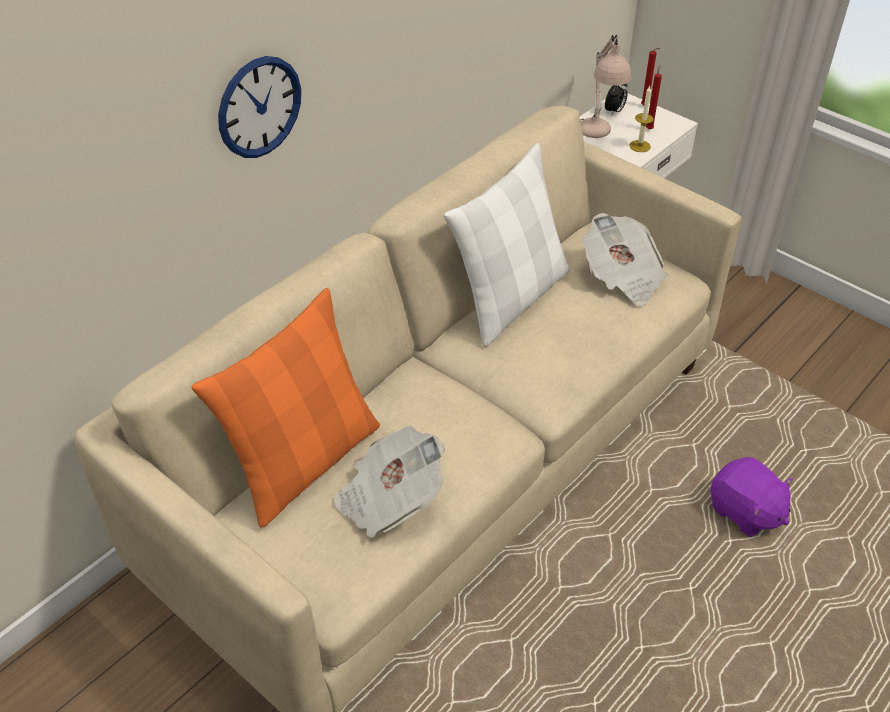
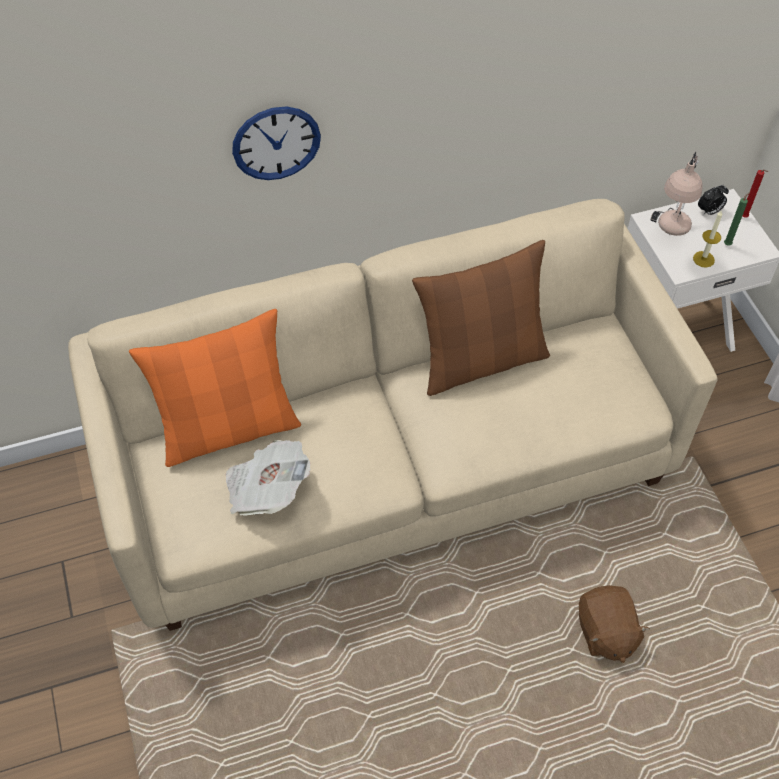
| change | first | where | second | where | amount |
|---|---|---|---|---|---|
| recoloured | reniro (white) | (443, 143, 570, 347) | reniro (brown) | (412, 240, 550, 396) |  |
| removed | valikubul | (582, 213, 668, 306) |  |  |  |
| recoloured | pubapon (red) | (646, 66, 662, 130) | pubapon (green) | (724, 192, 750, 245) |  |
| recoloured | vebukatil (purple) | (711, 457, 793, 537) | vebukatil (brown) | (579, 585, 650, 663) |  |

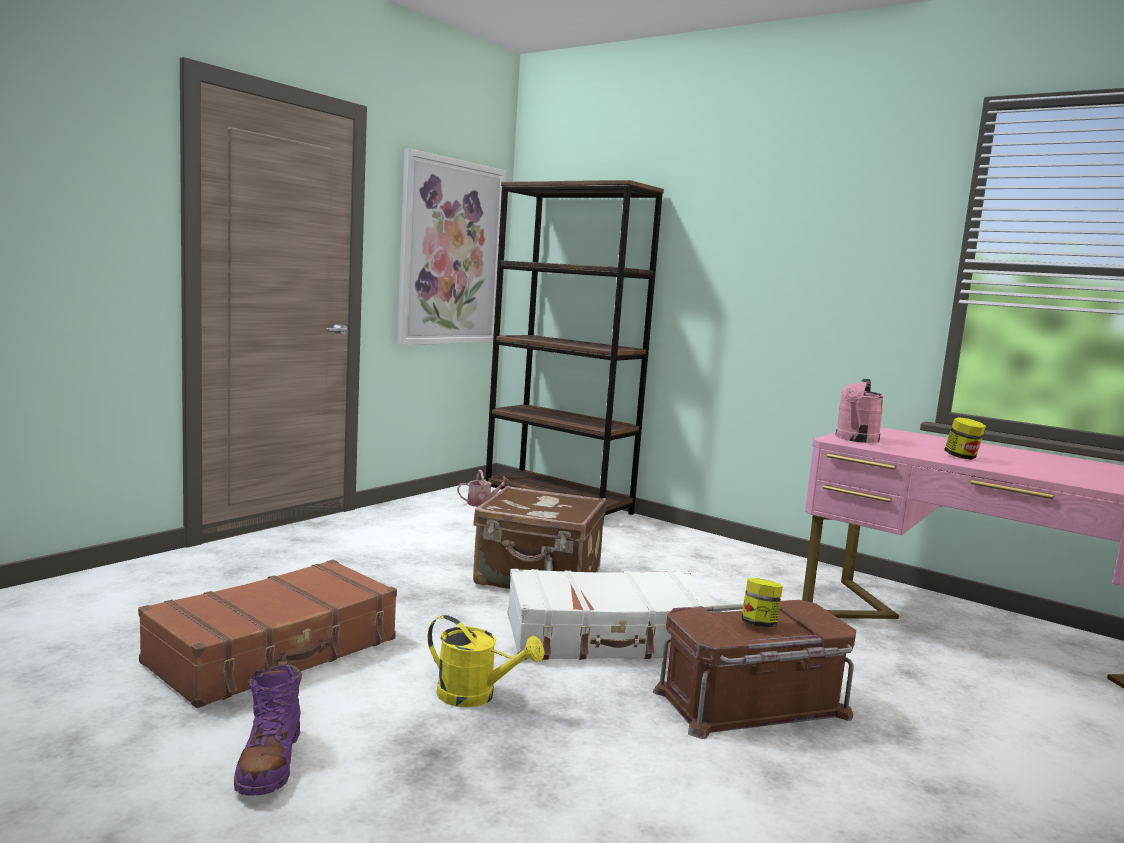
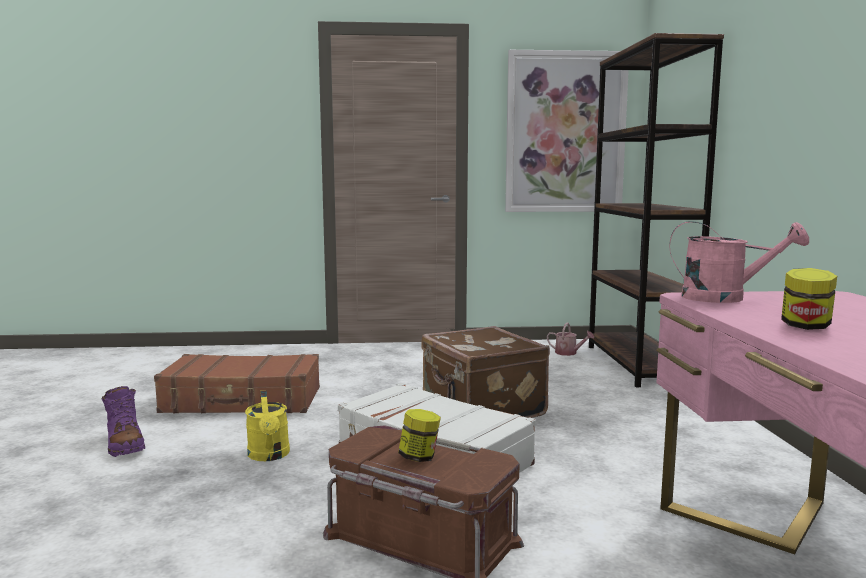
| change | first | where | second | where | amount |
|---|---|---|---|---|---|
| turned | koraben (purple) | (234, 660, 302, 796) |  | (102, 386, 145, 457) | 75 degrees counterclockwise |
| turned | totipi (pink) | (835, 379, 884, 443) |  | (669, 221, 809, 303) | 150 degrees counterclockwise |

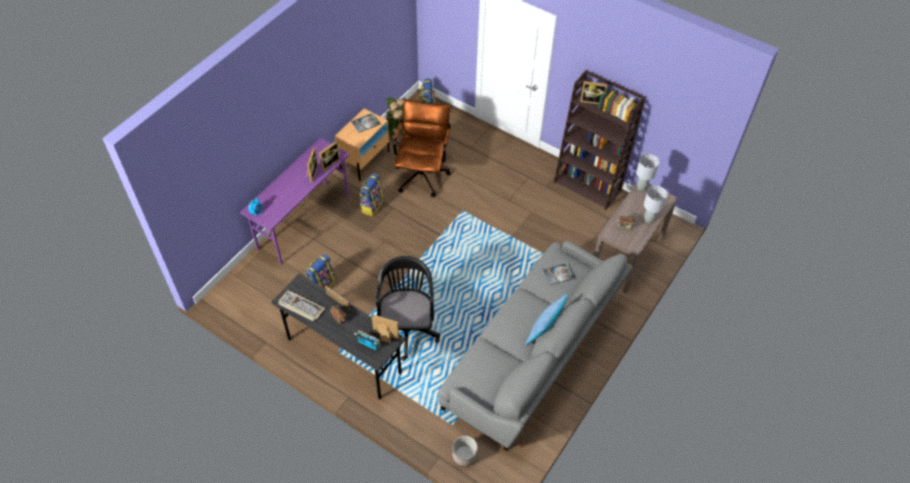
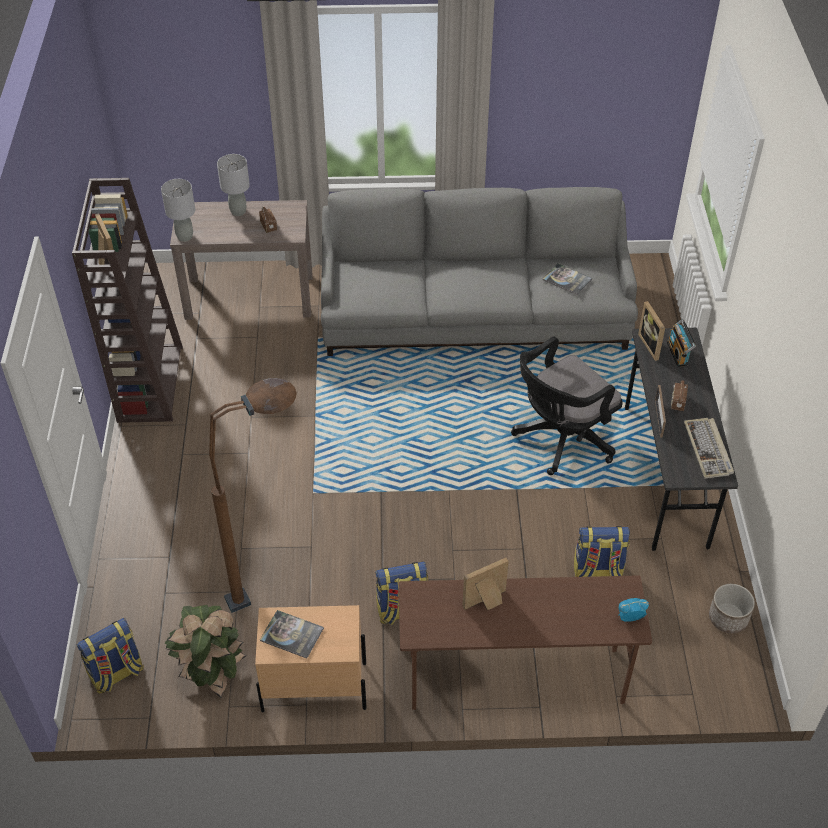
| change | first | where | second | where | amount |
|---|---|---|---|---|---|
| recoloured | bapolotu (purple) | (240, 138, 349, 264) | bapolotu (brown) | (398, 575, 652, 710) |  |
| removed | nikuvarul | (319, 140, 340, 172) |  |  |  |
| replaced | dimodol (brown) | (393, 100, 451, 197) | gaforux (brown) | (209, 378, 297, 613) |  |
| moved | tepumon | (452, 436, 478, 467) |  | (709, 584, 755, 633) |  |
| removed | reniro | (525, 294, 568, 345) |  |  |  |
| moved | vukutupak | (543, 263, 575, 285) |  | (543, 263, 592, 295) |  |

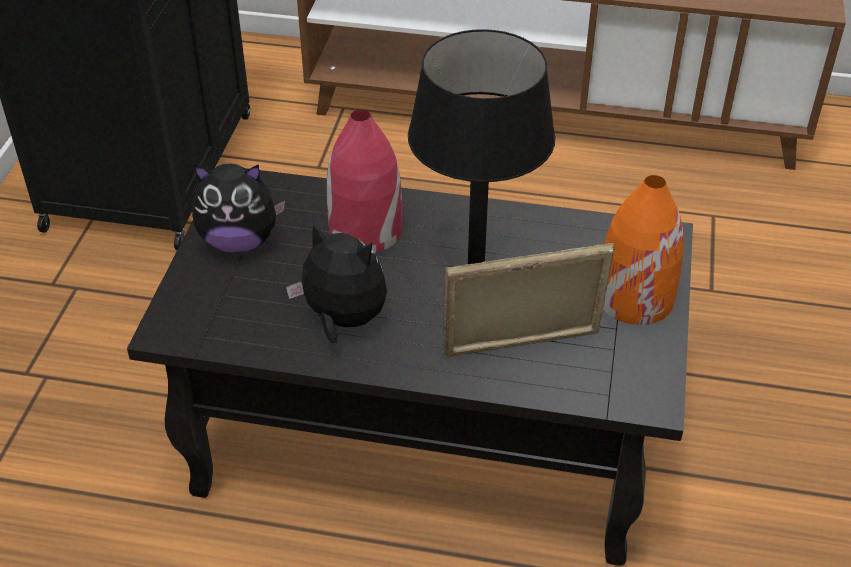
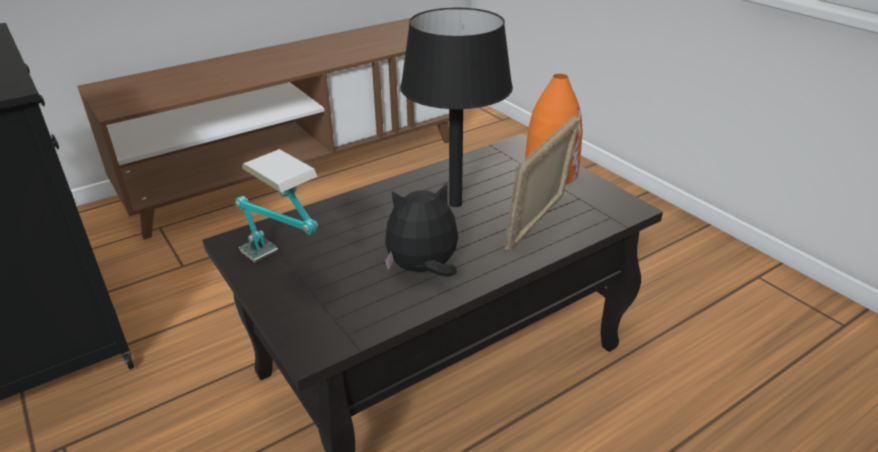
| change | first | where | second | where | amount |
|---|---|---|---|---|---|
| replaced | vebukatil | (192, 164, 285, 253) | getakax | (235, 149, 318, 262) |  |
| removed | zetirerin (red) | (327, 110, 402, 253) |  |  |  |

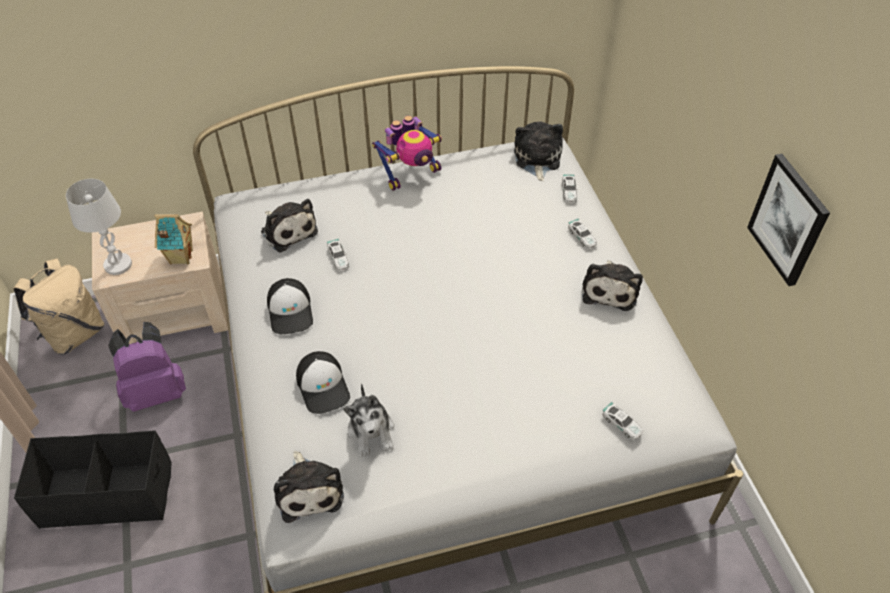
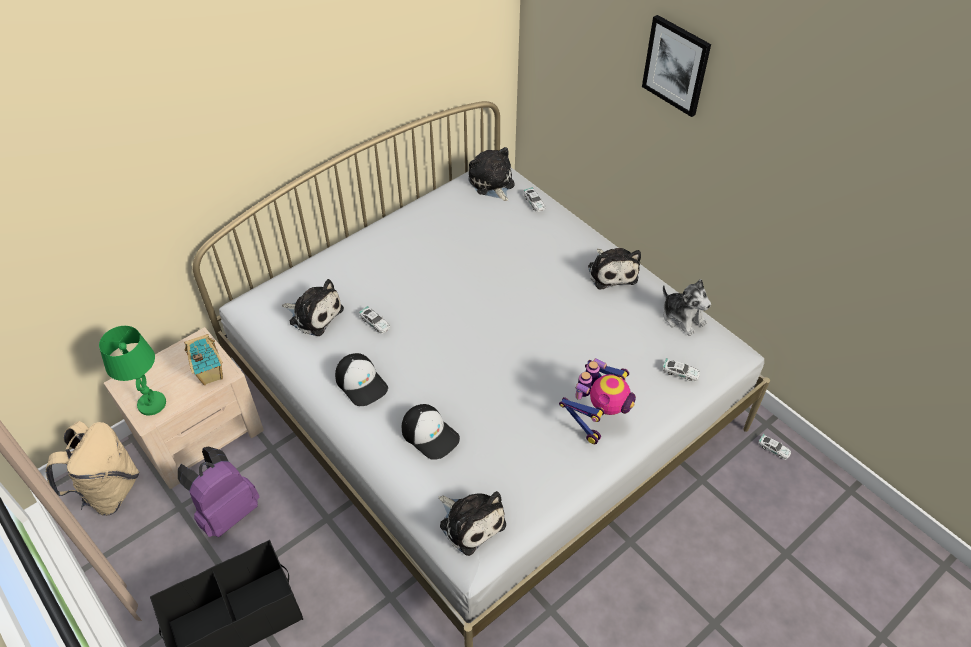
| change | first | where | second | where | amount |
|---|---|---|---|---|---|
| recoloured | getakax (white) | (66, 179, 132, 275) | getakax (green) | (99, 326, 166, 415) |  |
| moved | vebukatil | (343, 384, 394, 457) |  | (663, 279, 711, 336) |  |
| moved | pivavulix | (372, 116, 442, 191) |  | (559, 358, 636, 444) |  |
| moved | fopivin | (568, 218, 597, 249) |  | (758, 434, 791, 460) |  |
| moved | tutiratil | (747, 154, 830, 286) |  | (642, 15, 711, 117) |  |

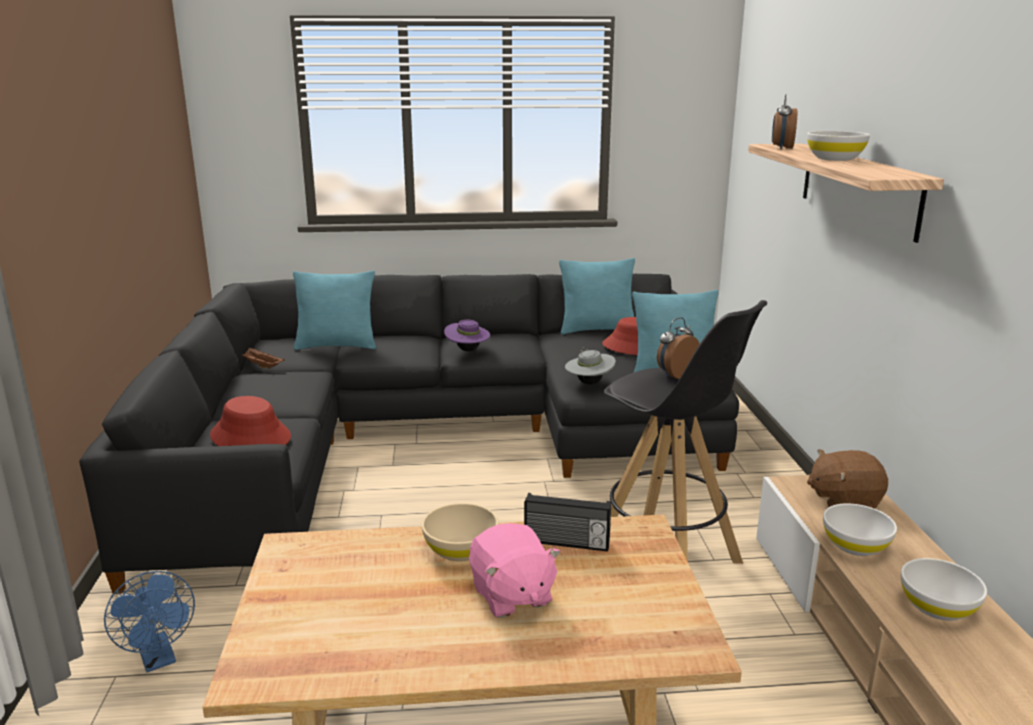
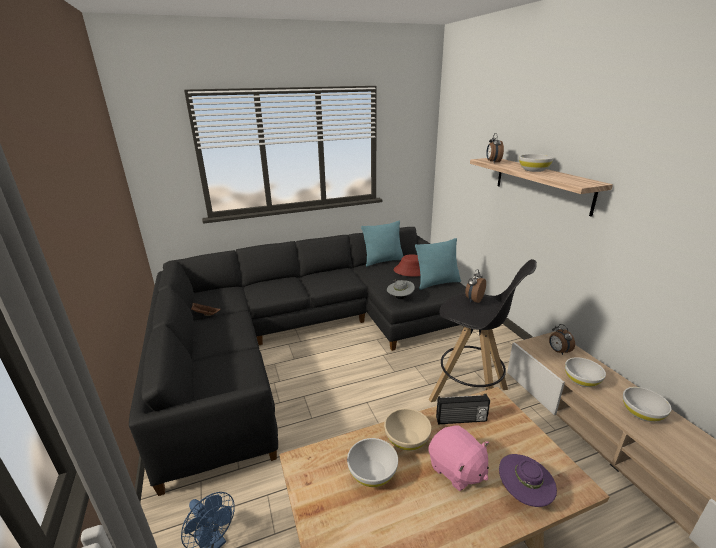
| change | first | where | second | where | amount |
|---|---|---|---|---|---|
| removed | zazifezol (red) | (210, 396, 291, 446) |  |  |  |
| removed | reniro (turquoise) | (293, 271, 376, 350) |  |  |  |
| moved | zazifezol (purple) | (444, 320, 490, 351) |  | (499, 454, 557, 507) |  |
| replaced | vebukatil (brown) | (807, 449, 888, 509) | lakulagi | (549, 324, 575, 355) |  |
| added |  |  | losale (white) | (347, 438, 398, 487) |  |

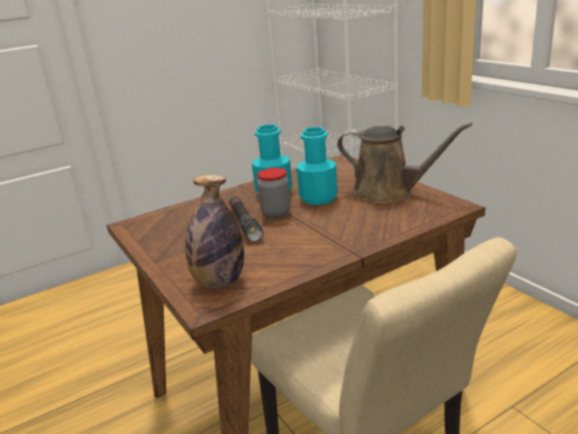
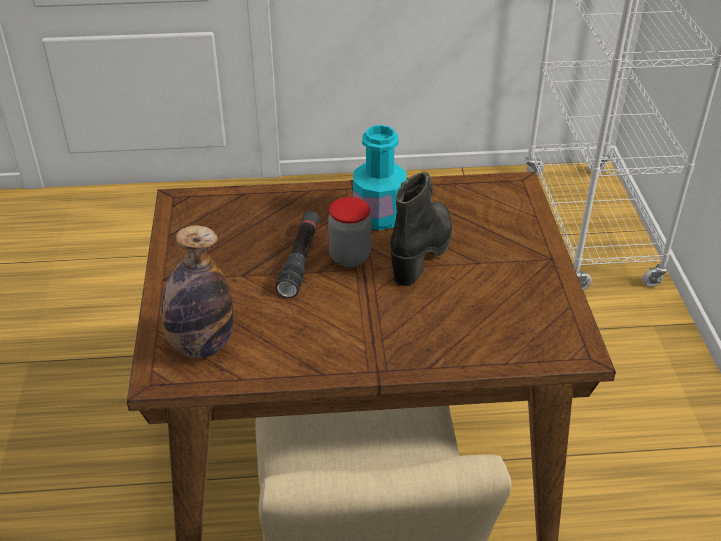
| change | first | where | second | where | amount |
|---|---|---|---|---|---|
| replaced | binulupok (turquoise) | (296, 127, 338, 205) | koraben (black) | (390, 172, 452, 286) |  |
| removed | totipi (brown) | (337, 122, 472, 203) |  |  |  |

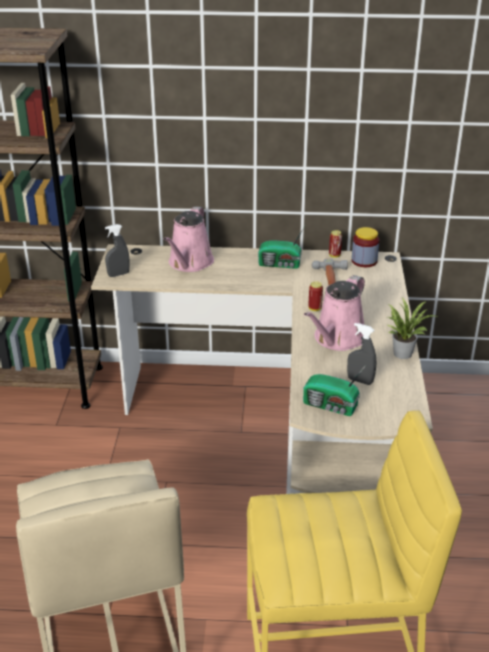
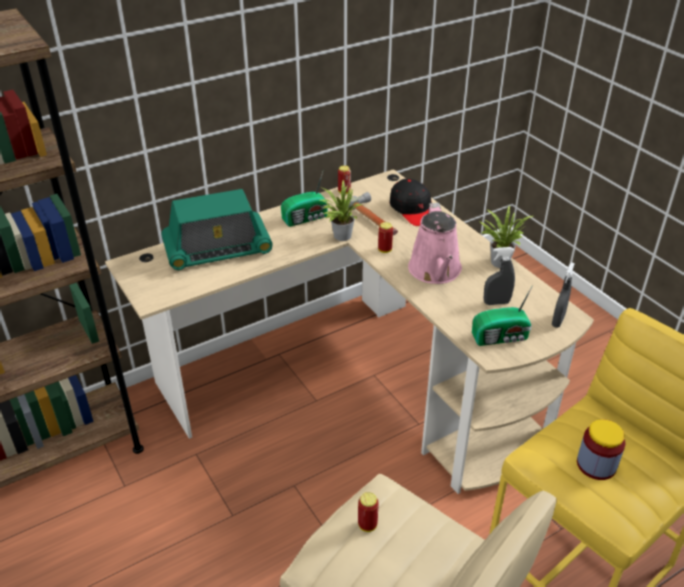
| change | first | where | second | where | amount |
|---|---|---|---|---|---|
| moved | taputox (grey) | (105, 224, 130, 277) |  | (552, 262, 575, 328) |  |
| replaced | totipi (pink) | (164, 206, 214, 272) | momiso | (161, 189, 272, 270) |  |
| moved | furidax | (352, 227, 380, 267) |  | (577, 419, 625, 480) |  |
| added |  |  | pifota | (319, 180, 361, 241) |  |
| added |  |  | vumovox | (358, 492, 379, 532) |  |
| added |  |  | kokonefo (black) | (390, 179, 432, 226) |  |

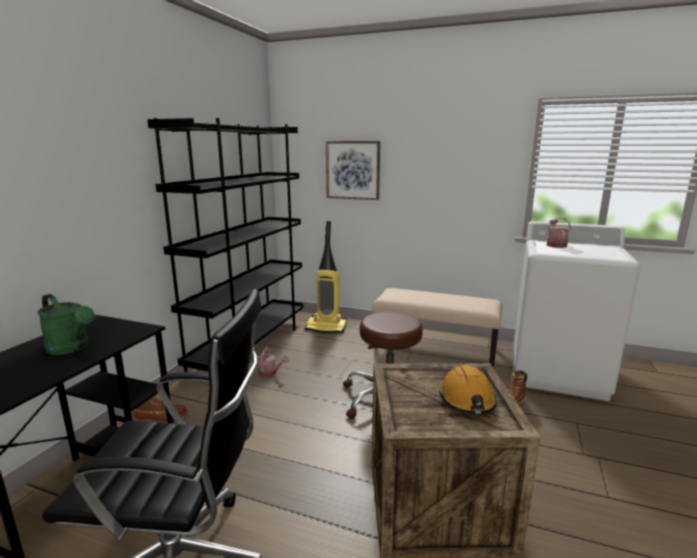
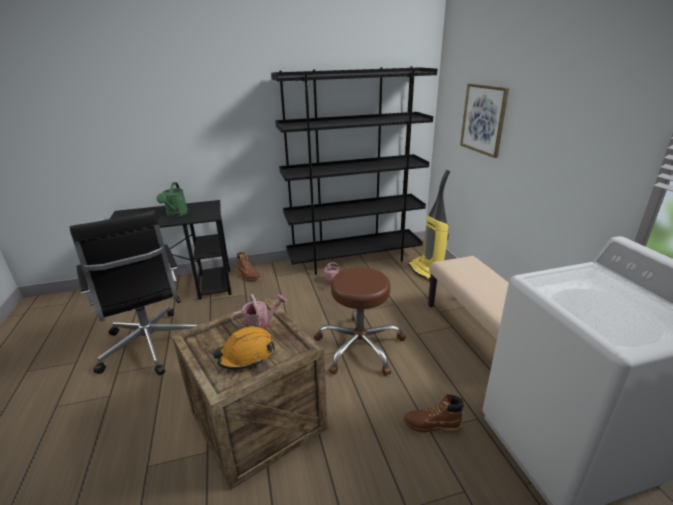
| change | first | where | second | where | amount |
|---|---|---|---|---|---|
| moved | totipi | (547, 218, 571, 248) |  | (231, 294, 287, 330) |  |

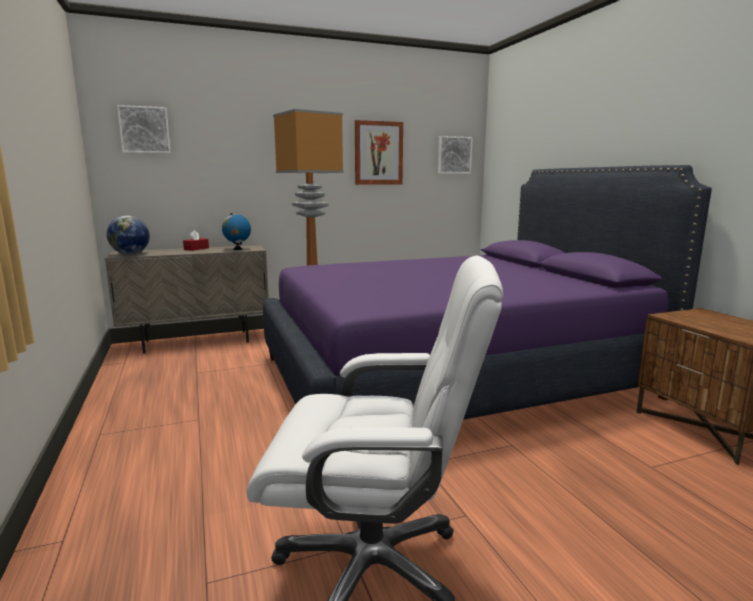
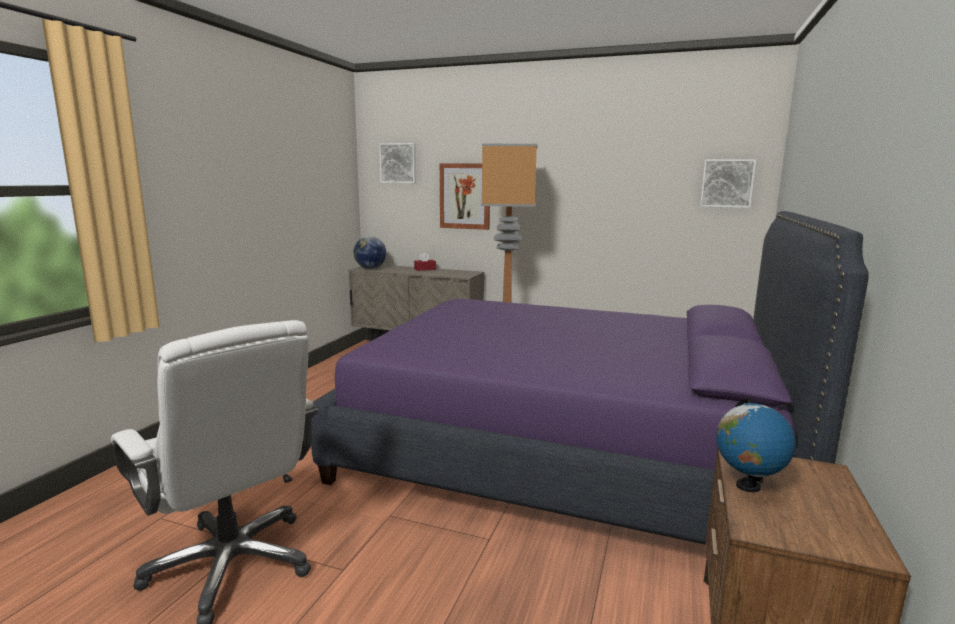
| change | first | where | second | where | amount |
|---|---|---|---|---|---|
| moved | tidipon | (222, 213, 251, 250) |  | (716, 397, 796, 492) |  |
| moved | tutiratil | (355, 120, 403, 185) |  | (440, 164, 490, 230) |  |

